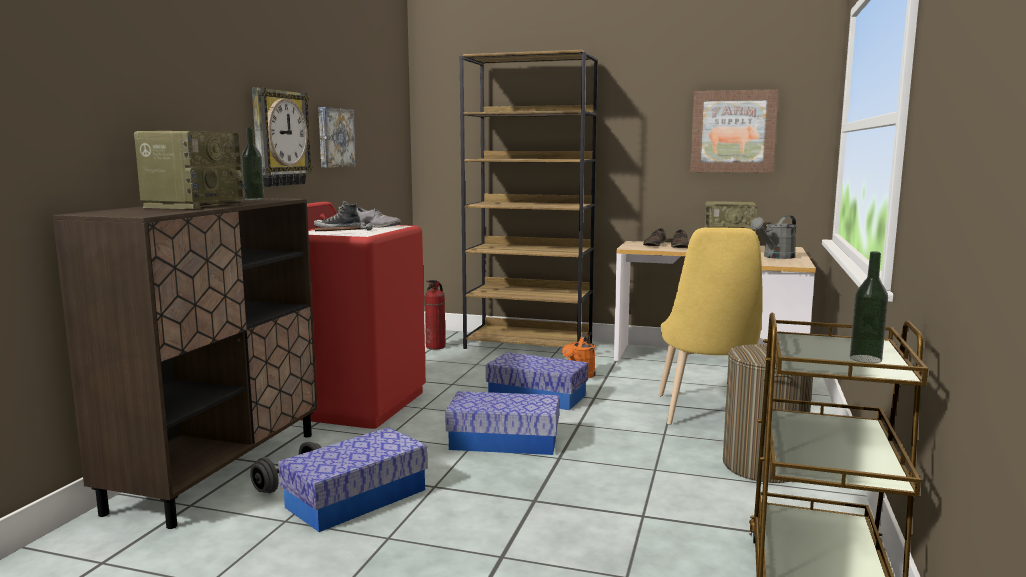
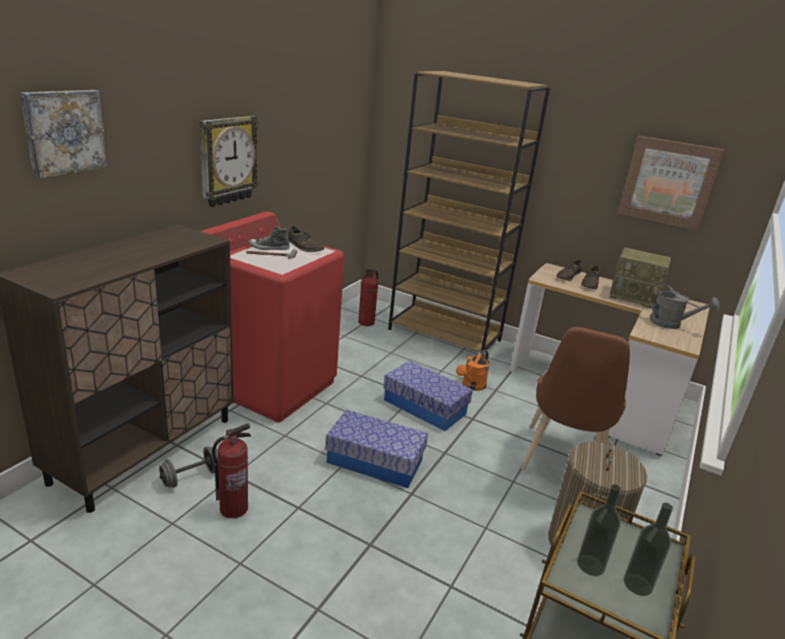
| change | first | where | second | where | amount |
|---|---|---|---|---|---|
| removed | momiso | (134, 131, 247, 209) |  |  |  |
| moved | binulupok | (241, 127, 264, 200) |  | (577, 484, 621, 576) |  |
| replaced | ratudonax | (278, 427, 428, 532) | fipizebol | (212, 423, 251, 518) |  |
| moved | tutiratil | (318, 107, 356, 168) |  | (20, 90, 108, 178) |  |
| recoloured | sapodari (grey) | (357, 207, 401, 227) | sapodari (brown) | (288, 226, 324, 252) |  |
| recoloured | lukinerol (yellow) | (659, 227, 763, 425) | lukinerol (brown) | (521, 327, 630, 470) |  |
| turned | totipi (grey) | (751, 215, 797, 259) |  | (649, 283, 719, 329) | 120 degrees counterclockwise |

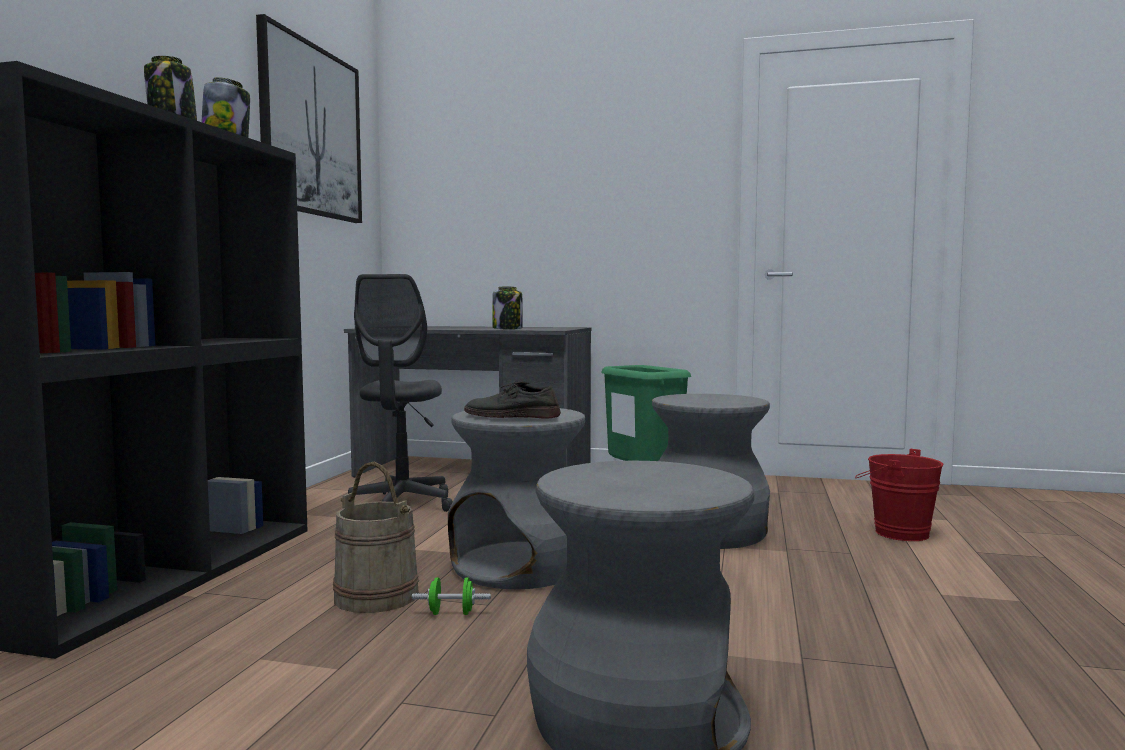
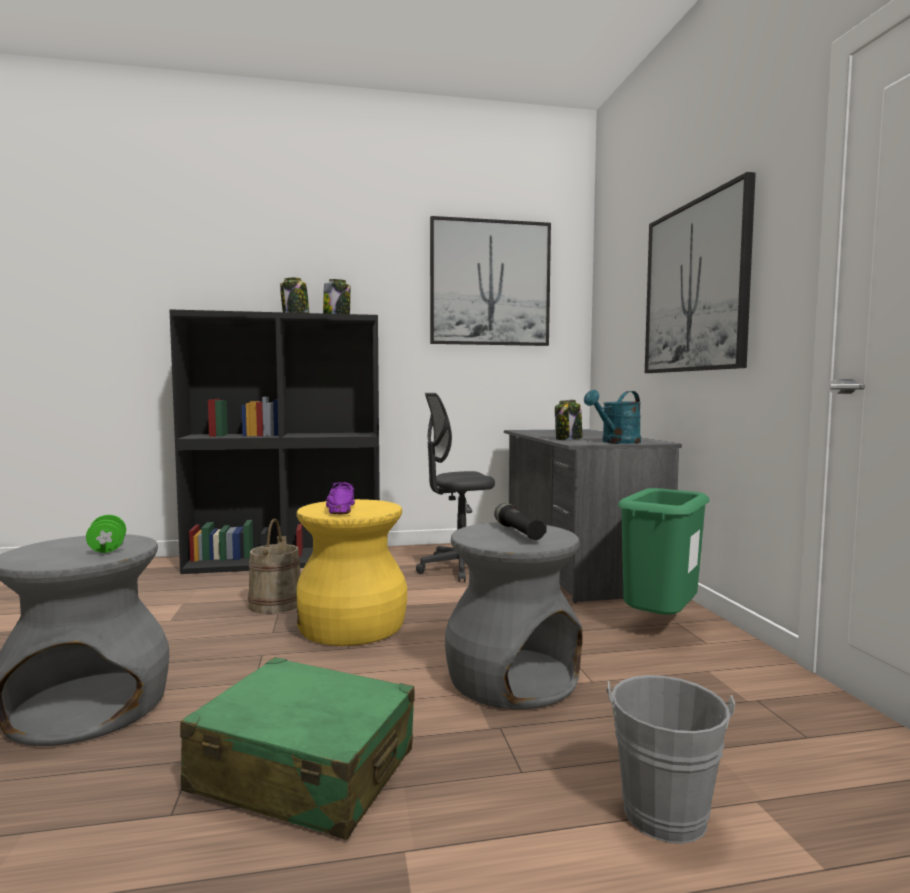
| change | first | where | second | where | amount |
|---|---|---|---|---|---|
| moved | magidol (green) | (412, 577, 491, 615) |  | (86, 515, 126, 553) |  |
| recoloured | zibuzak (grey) | (448, 408, 585, 589) | zibuzak (yellow) | (296, 499, 407, 646) |  |
| recoloured | sapodari (grey) | (464, 381, 561, 419) | sapodari (purple) | (326, 482, 355, 514) |  |
| recoloured | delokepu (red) | (855, 449, 943, 541) | delokepu (grey) | (606, 675, 735, 844) |  |
| added |  |  | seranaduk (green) | (180, 657, 415, 840) |  |
| added |  |  | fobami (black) | (494, 503, 547, 540) |  |
| added |  |  | totipi (turquoise) | (584, 390, 641, 444) |  |
| added |  |  | tutiratil | (645, 172, 756, 373) |  |

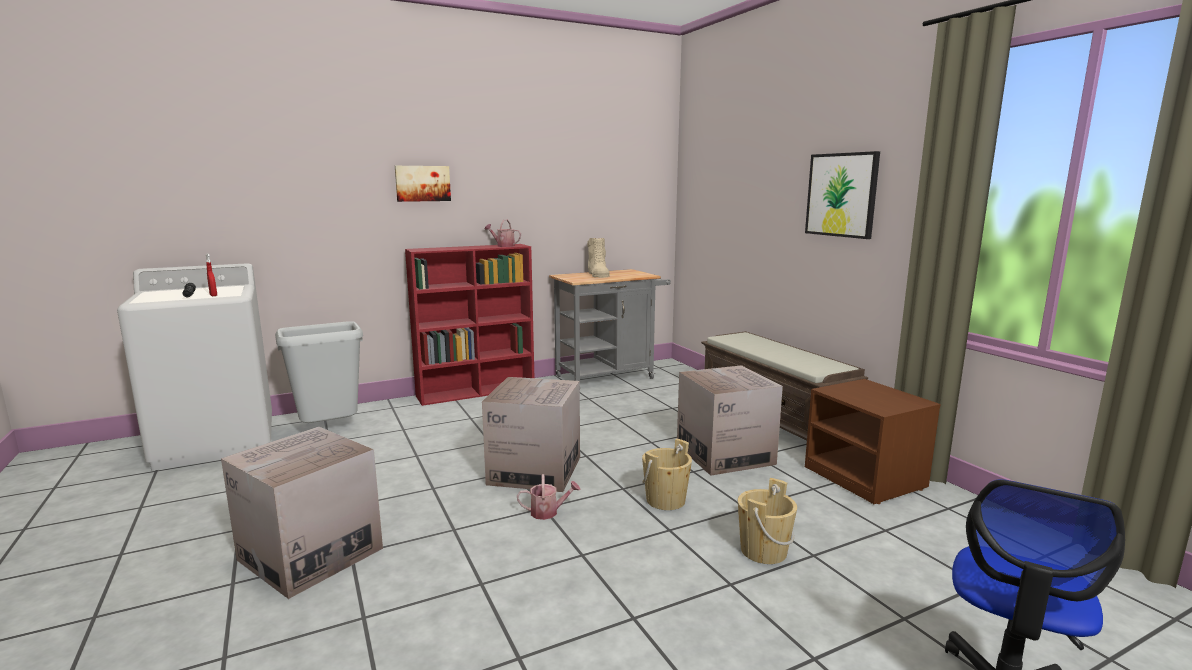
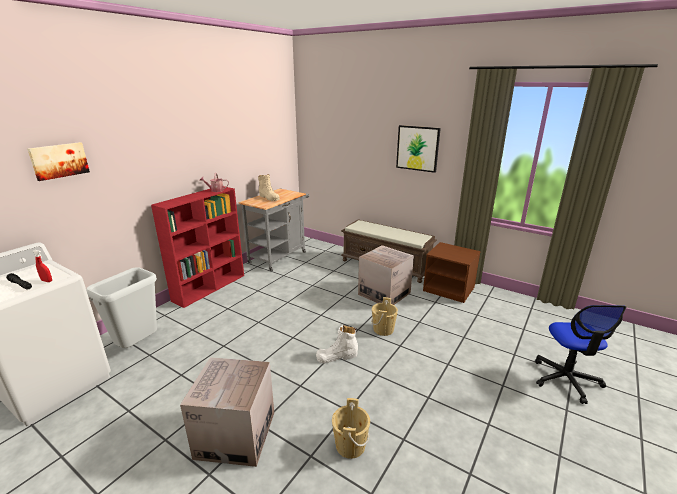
| change | first | where | second | where | amount |
|---|---|---|---|---|---|
| moved | tutiratil | (395, 166, 451, 202) |  | (27, 142, 90, 181) |  |
| removed | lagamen | (482, 377, 580, 492) |  |  |  |
| replaced | totipi | (517, 474, 581, 520) | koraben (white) | (316, 325, 358, 363) |  |
| moved | delokepu (beige) | (738, 478, 797, 564) |  | (332, 398, 370, 459) |  |

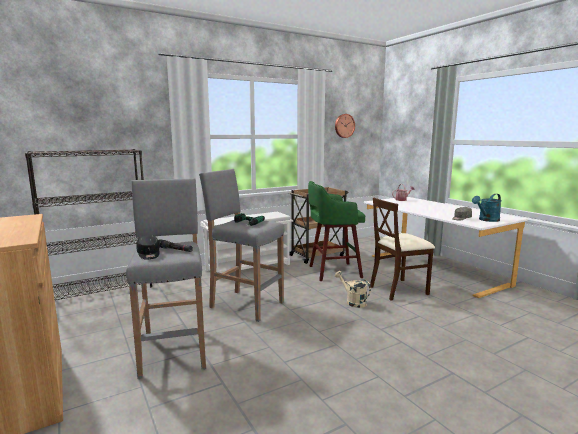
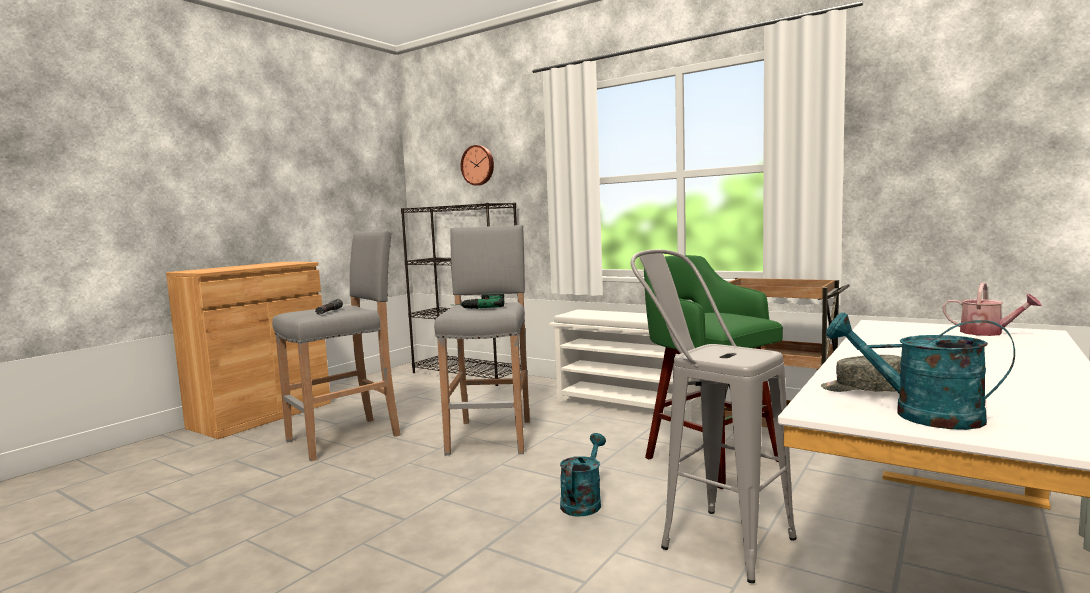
| change | first | where | second | where | amount |
|---|---|---|---|---|---|
| removed | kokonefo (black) | (137, 235, 160, 260) |  |  |  |
| moved | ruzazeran | (335, 114, 355, 138) |  | (461, 145, 494, 185) |  |
| recoloured | totipi (beige) | (335, 271, 371, 308) | totipi (turquoise) | (560, 433, 606, 517) |  |
| replaced | lukinerol (beige) | (370, 198, 435, 300) | zibuzak (grey) | (630, 249, 797, 583) |  |

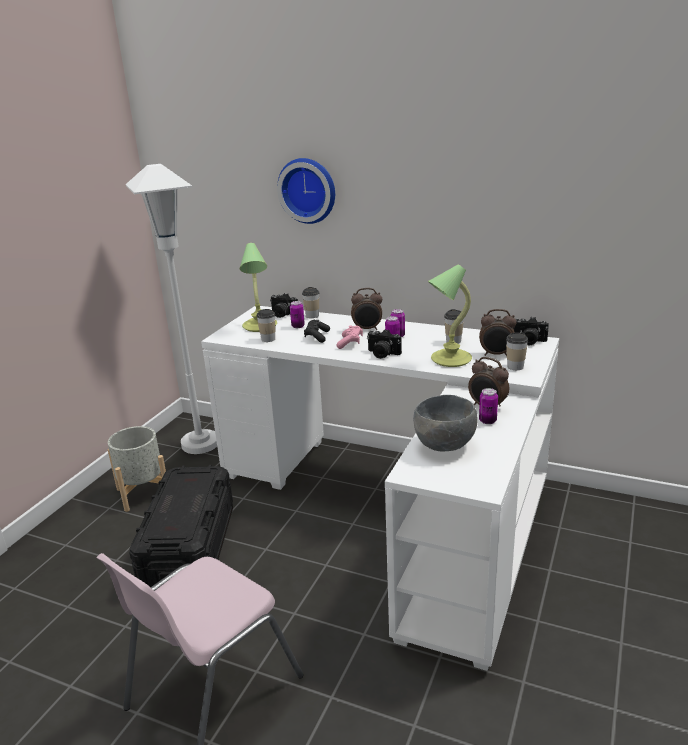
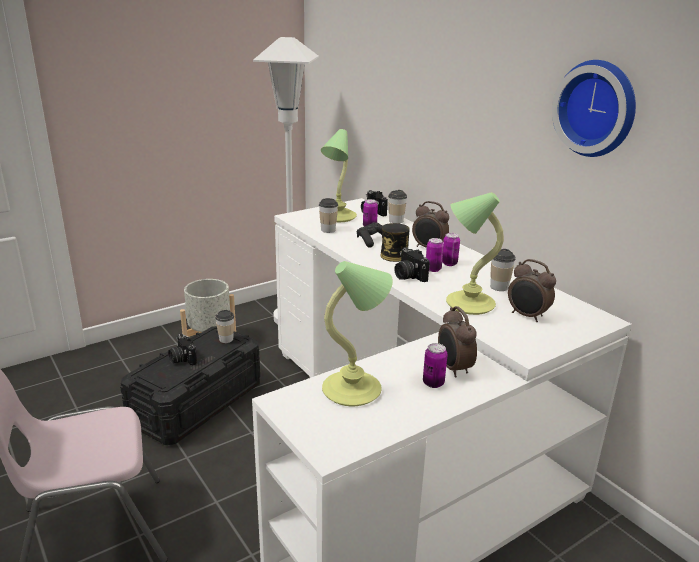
| change | first | where | second | where | amount |
|---|---|---|---|---|---|
| moved | ruzazeran | (277, 158, 335, 224) |  | (552, 60, 636, 157) |  |
| replaced | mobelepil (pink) | (337, 325, 363, 349) | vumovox | (380, 223, 410, 262) |  |
| replaced | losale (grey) | (413, 395, 478, 451) | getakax | (322, 261, 393, 406) |  |
| moved | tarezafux | (506, 332, 528, 370) |  | (215, 310, 234, 343) |  |
| moved | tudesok | (513, 317, 549, 346) |  | (168, 333, 197, 365) |  |

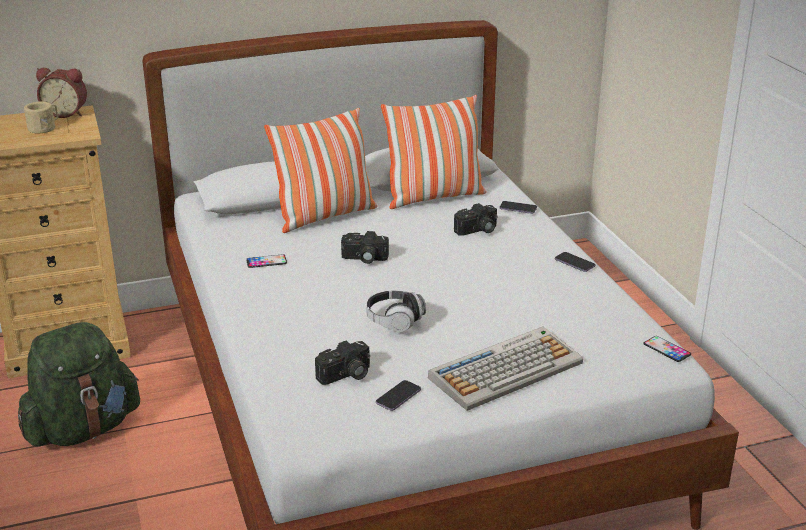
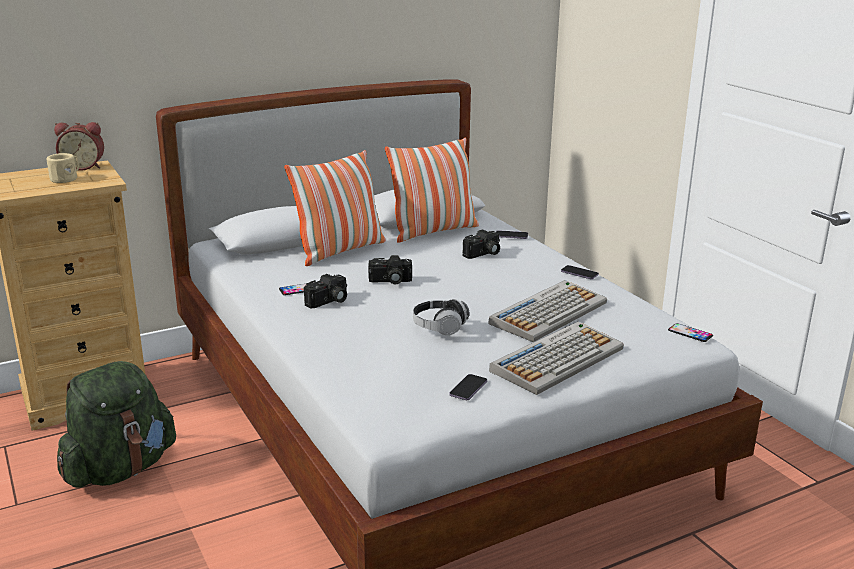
| change | first | where | second | where | amount |
|---|---|---|---|---|---|
| moved | tudesok | (315, 341, 370, 385) |  | (304, 274, 347, 308) |  |
| added |  |  | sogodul | (488, 280, 607, 342) |  |

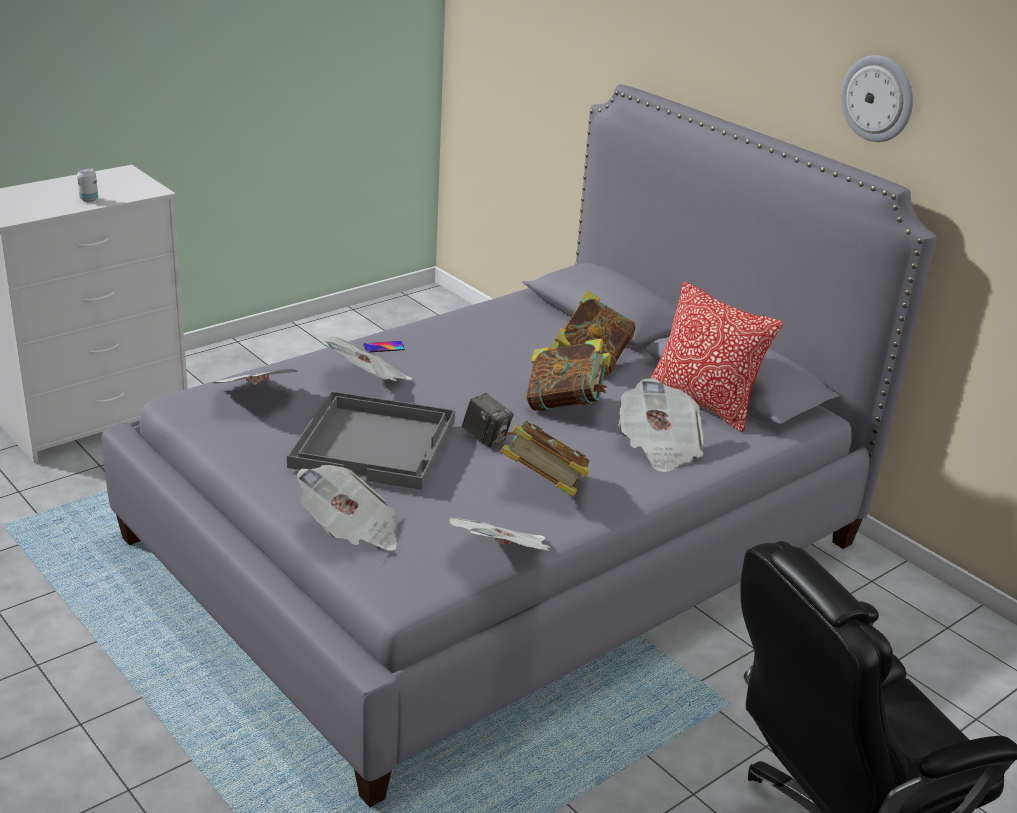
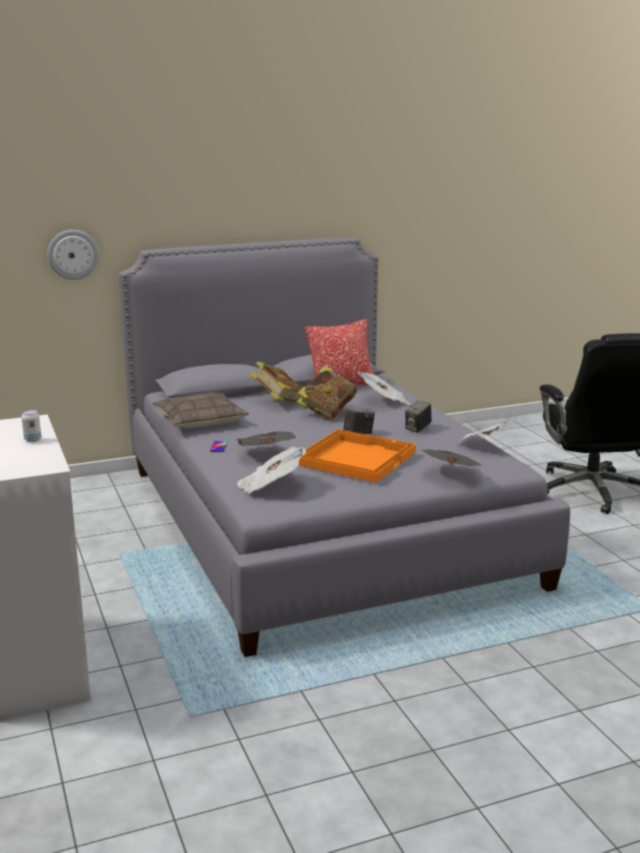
| change | first | where | second | where | amount |
|---|---|---|---|---|---|
| recoloured | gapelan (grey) | (287, 391, 455, 490) | gapelan (orange) | (298, 429, 416, 483) |  |
| replaced | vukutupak | (500, 421, 590, 497) | tudesok | (405, 400, 431, 433) |  |
| moved | ruzazeran | (840, 55, 913, 142) |  | (47, 230, 99, 280) |  |
| added |  |  | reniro | (152, 392, 249, 428) |  |

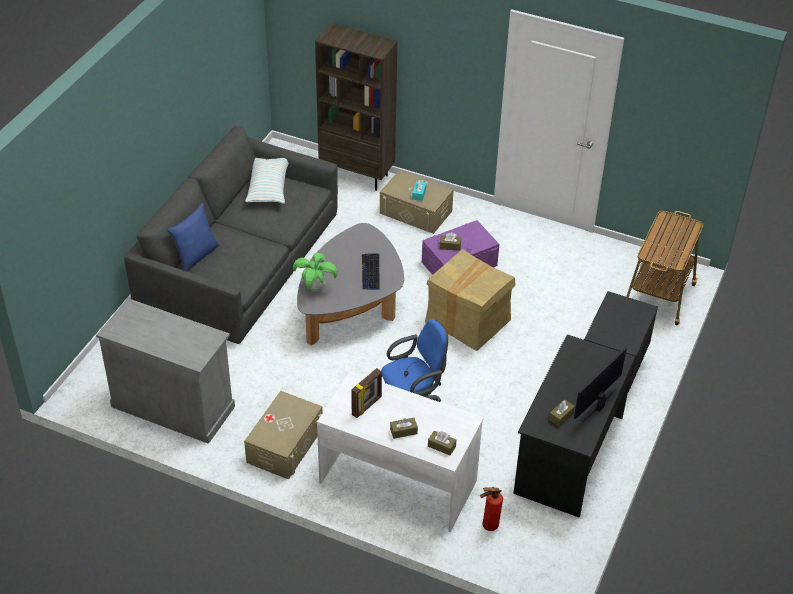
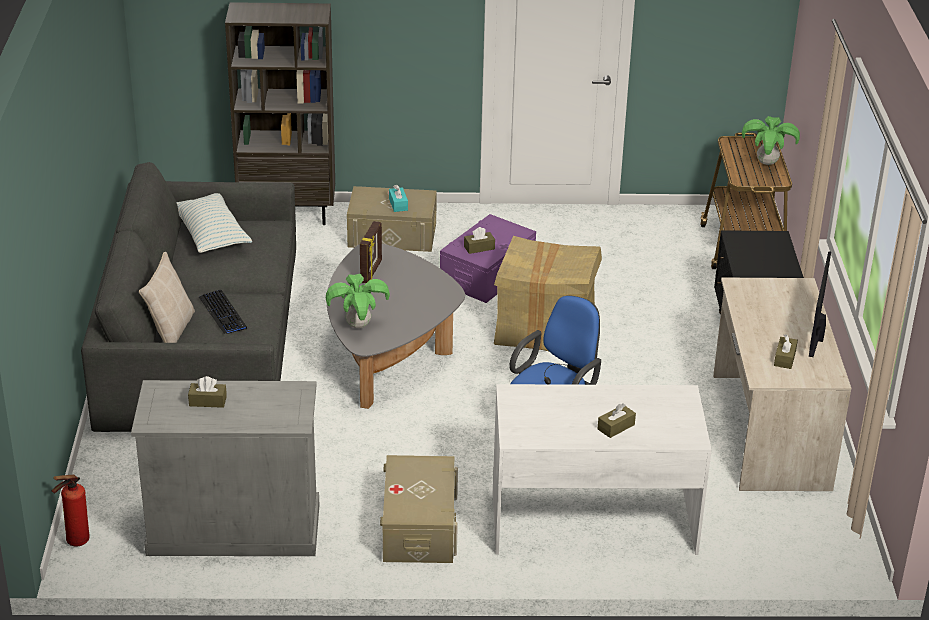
| change | first | where | second | where | amount |
|---|---|---|---|---|---|
| recoloured | reniro (blue) | (167, 203, 220, 271) | reniro (beige) | (139, 252, 195, 343) |  |
| moved | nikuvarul | (351, 368, 382, 418) |  | (360, 221, 382, 283) |  |
| moved | sogodul | (362, 253, 380, 290) |  | (199, 290, 247, 334) |  |
| moved | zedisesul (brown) | (428, 431, 456, 455) |  | (188, 376, 227, 408) |  |
| moved | fipizebol | (480, 487, 503, 531) |  | (52, 475, 89, 547) |  |
| recoloured | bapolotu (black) | (513, 334, 635, 518) | bapolotu (beige) | (713, 278, 851, 491) |  |
| added |  |  | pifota | (742, 116, 800, 165) |  |

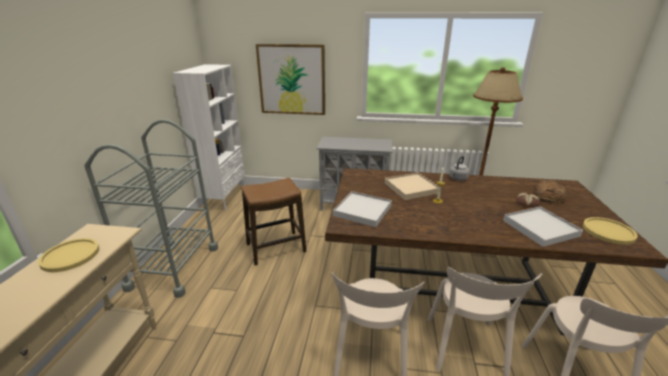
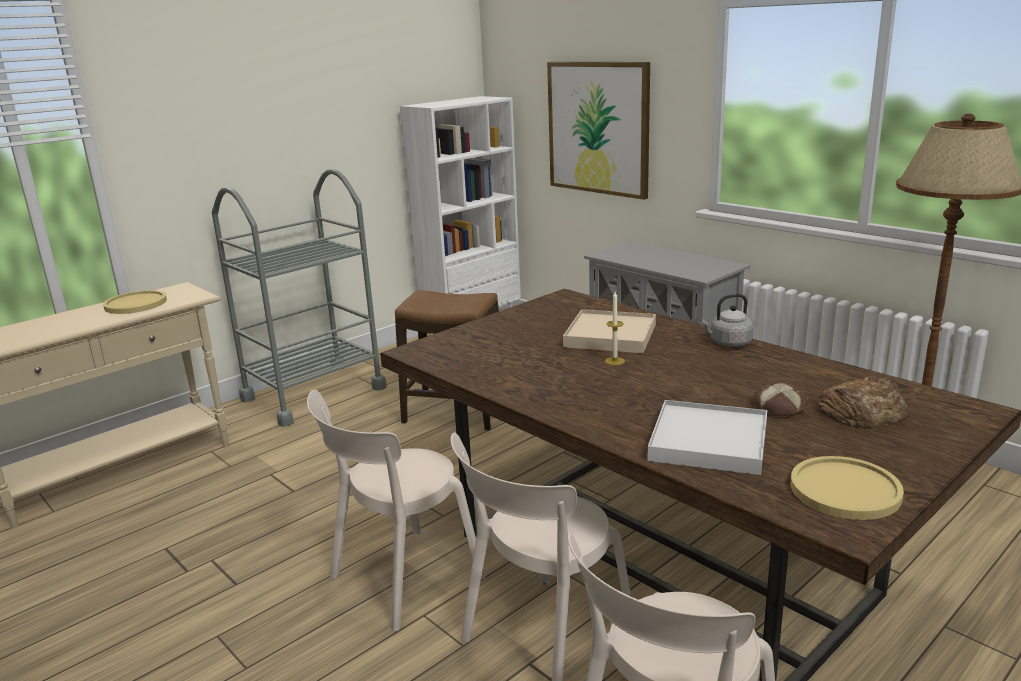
| change | first | where | second | where | amount |
|---|---|---|---|---|---|
| removed | gapelan (white) | (333, 191, 392, 227) |  |  |  |

